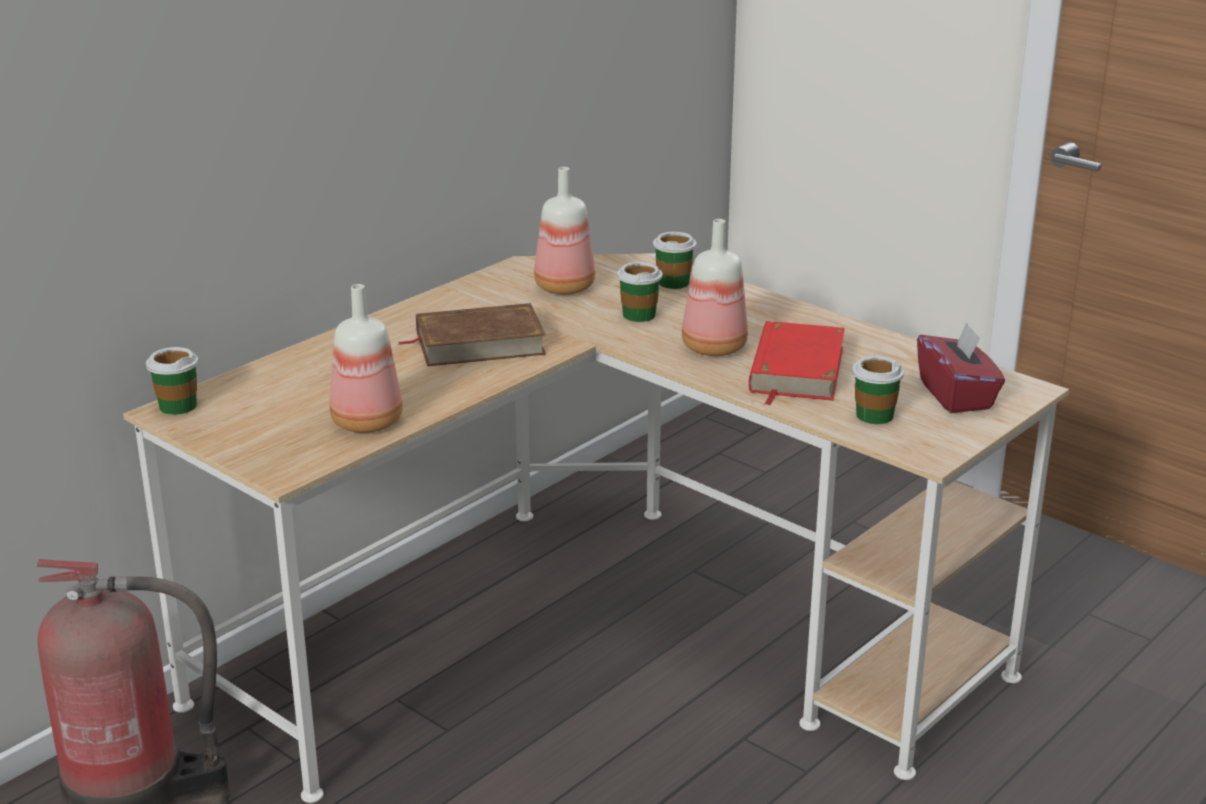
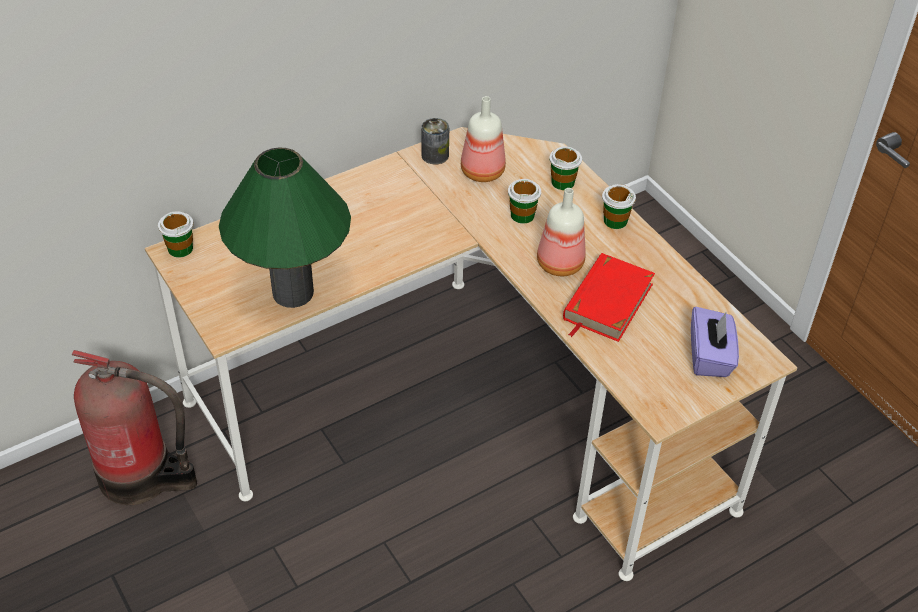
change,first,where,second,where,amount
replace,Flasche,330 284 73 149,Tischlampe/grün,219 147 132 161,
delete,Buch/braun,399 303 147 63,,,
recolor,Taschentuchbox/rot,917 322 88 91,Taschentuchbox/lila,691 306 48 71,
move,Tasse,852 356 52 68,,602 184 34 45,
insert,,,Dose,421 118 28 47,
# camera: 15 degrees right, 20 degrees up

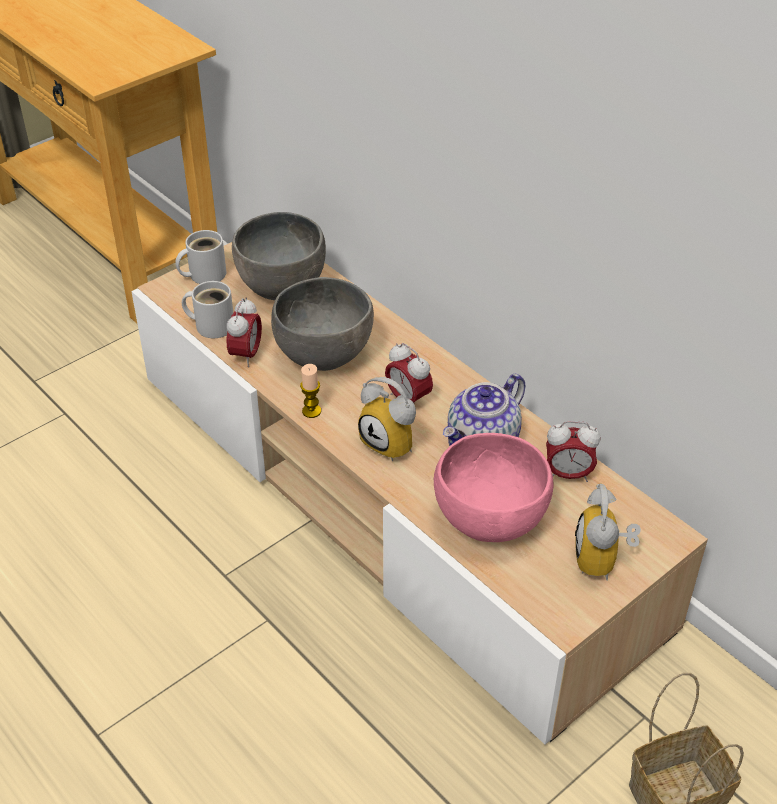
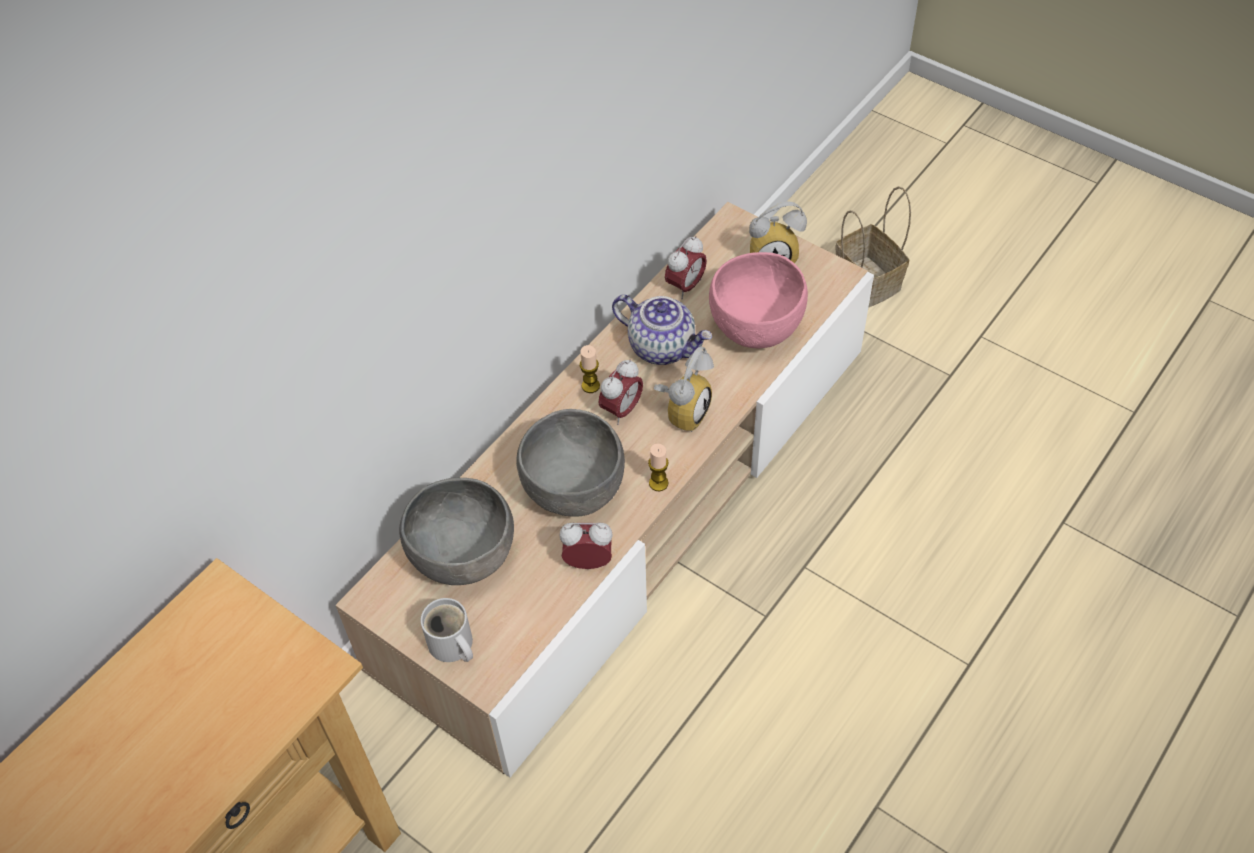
change,first,where,second,where,amount
delete,Henkelbecher/weiß,182 281 51 57,,,
rotate,Wecker,546 421 54 61,,665 236 42 63,45 degrees clockwise
insert,,,Kerze,580 345 20 48,
# camera: 100 degrees left, 10 degrees up

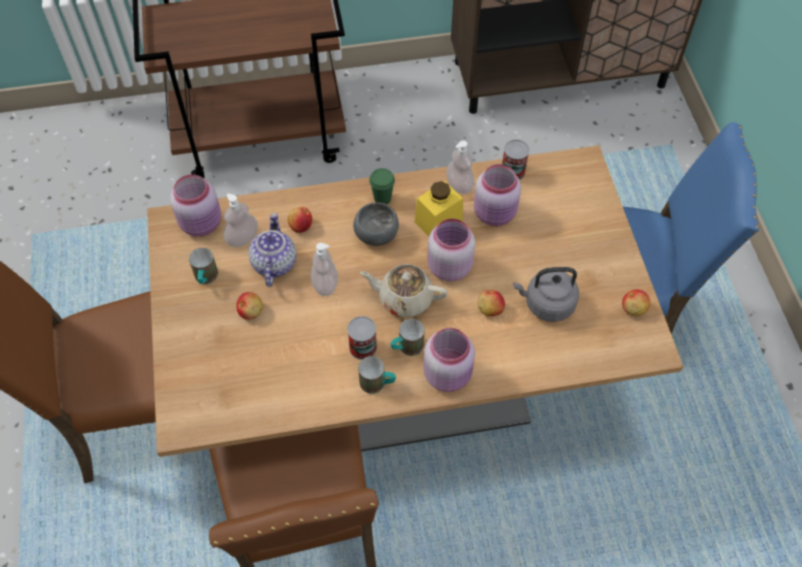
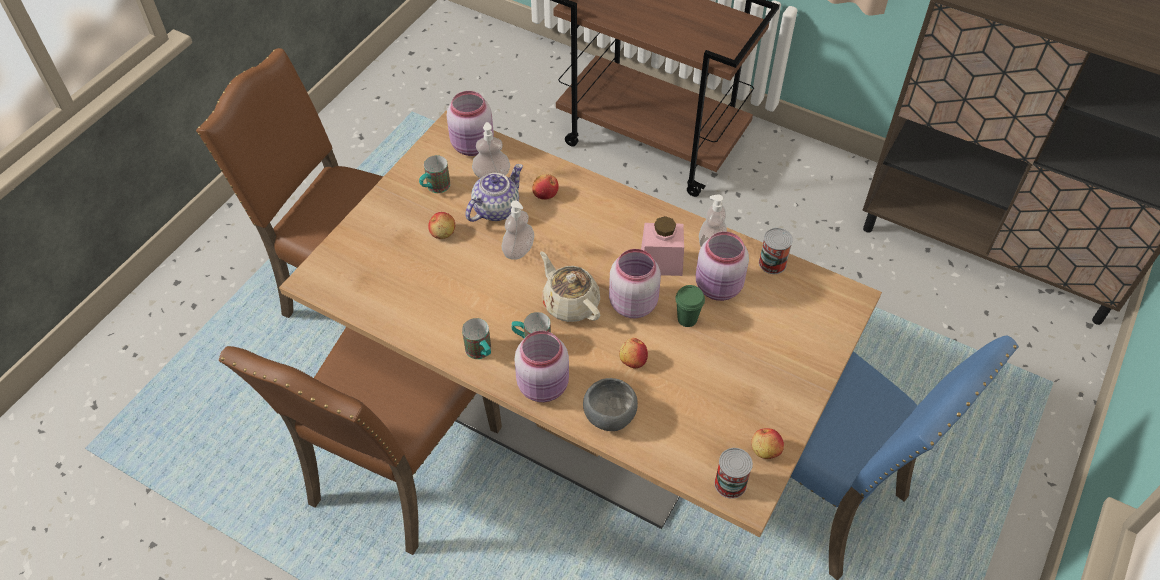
change,first,where,second,where,amount
move,Tasse/grün,369 168 26 36,,675 285 30 42,
recolor,Vorratsglas/gelb,415 181 48 55,Vorratsglas/rosa,641 216 43 60,
move,Schüssel/grau,353 202 46 44,,583 378 55 53,
delete,Wasserkessel/grau,513 267 66 55,,,
move,Dose,347 316 30 44,,714 448 39 51,
# camera: 40 degrees right, 5 degrees down

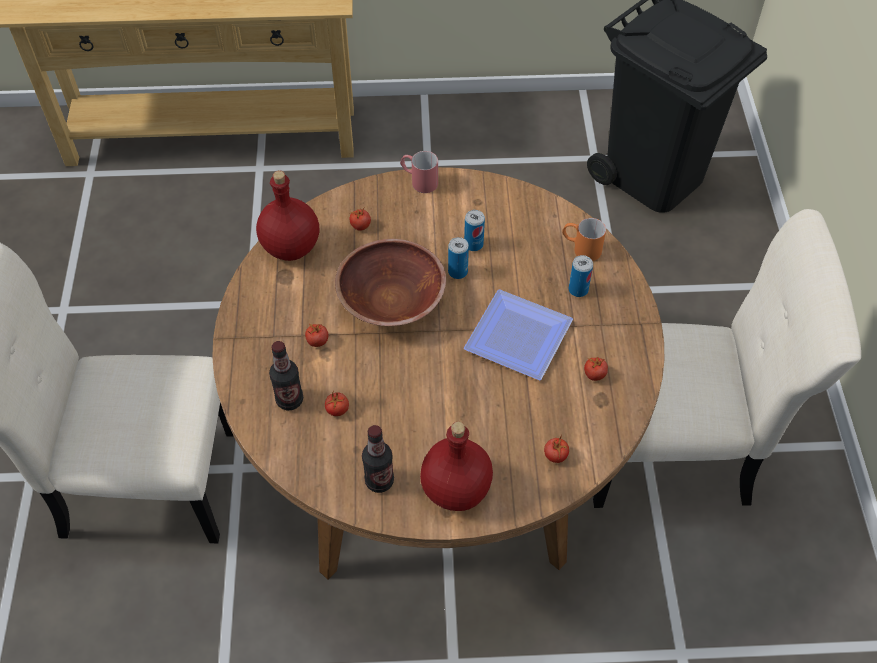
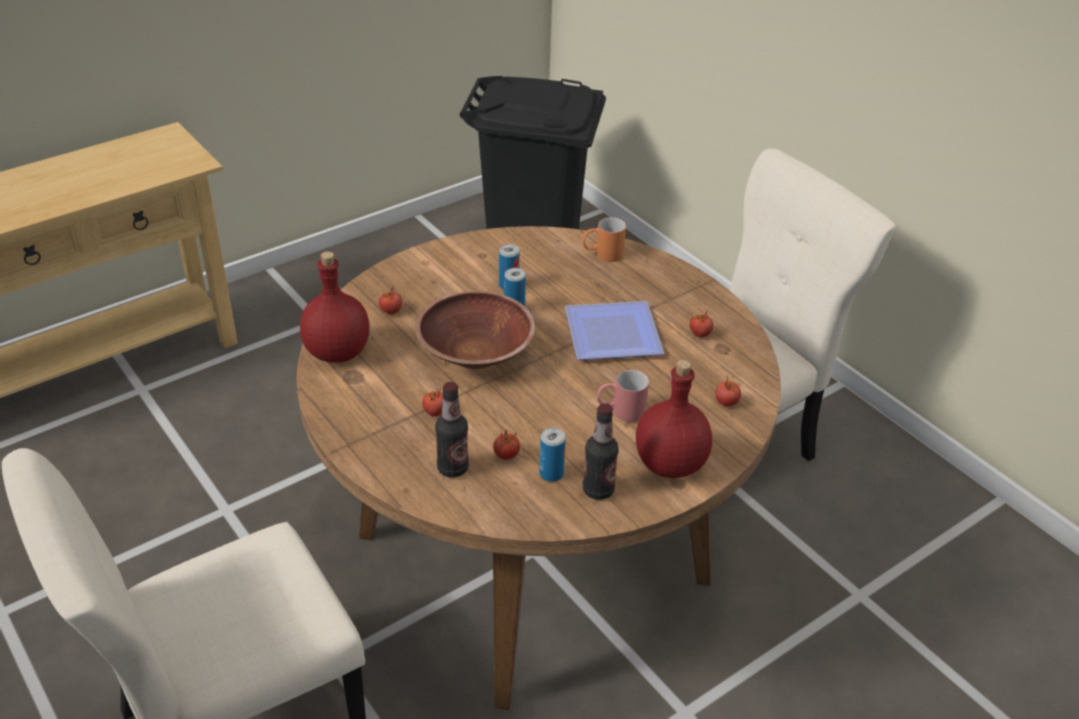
change,first,where,second,where,amount
move,Henkelbecher/rot,400 151 38 42,,597 370 52 52,
move,Dose,569 255 24 42,,539 428 27 54,
# camera: 35 degrees left, 15 degrees down

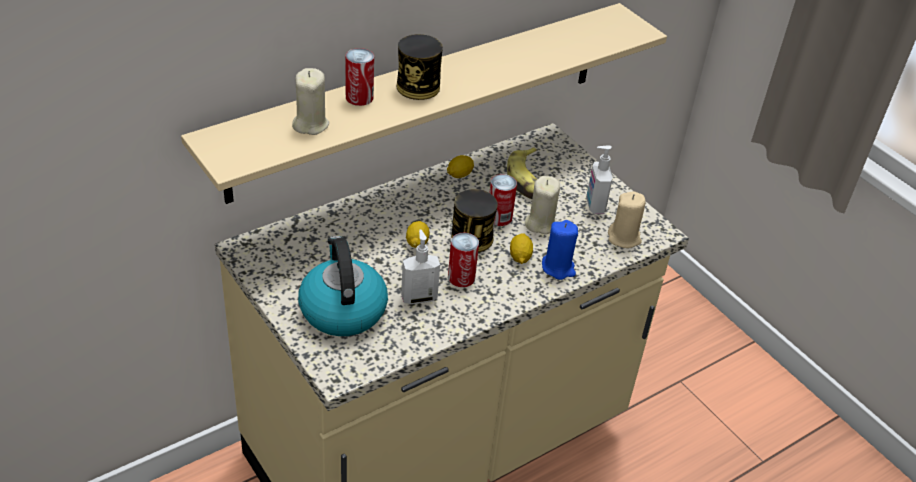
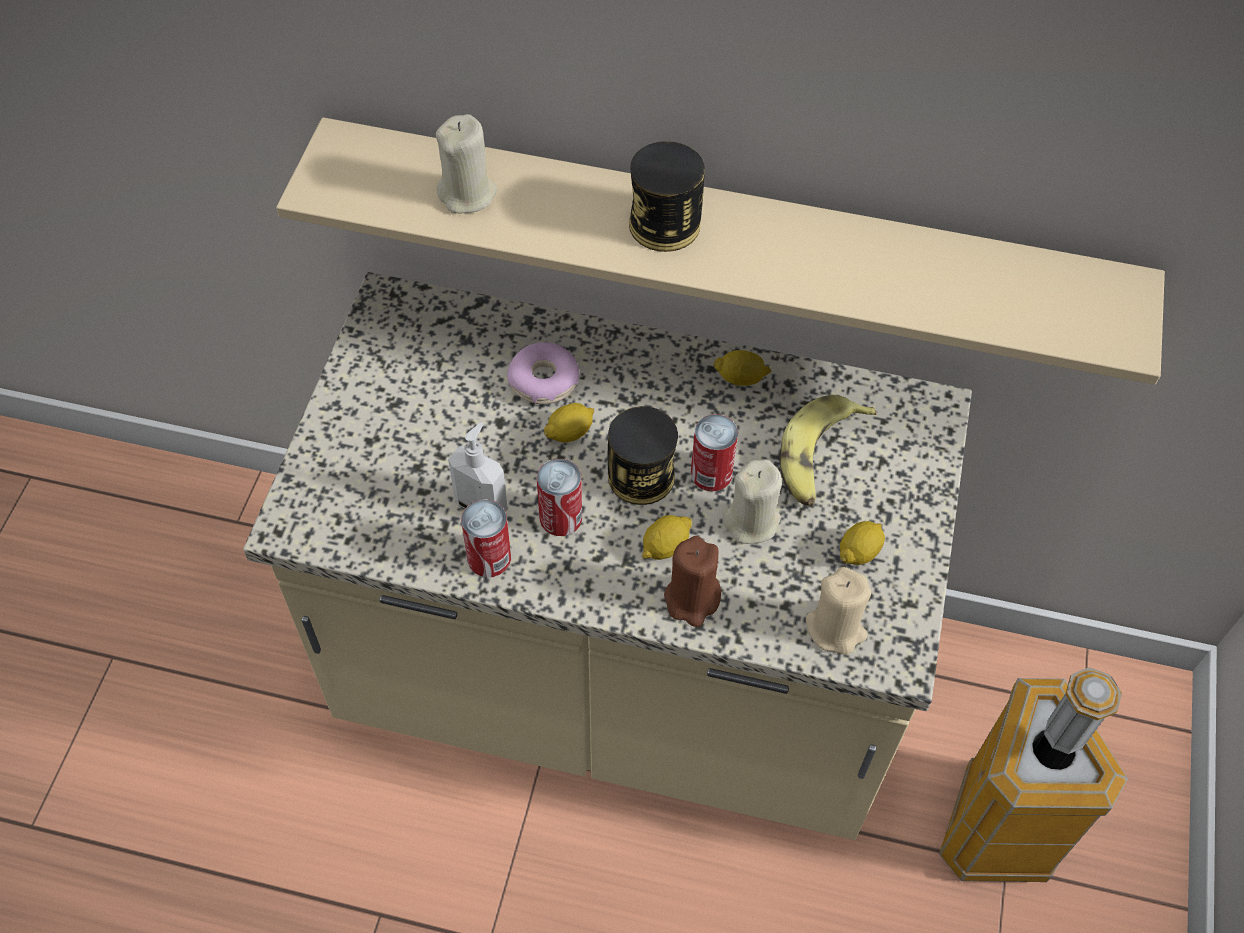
change,first,where,second,where,amount
move,Dose,346 48 28 58,,461 499 50 78,
replace,Seifenspender,586 145 27 69,Zitrone,840 521 45 44,
recolor,Kerze/blau,542 220 36 60,Kerze/braun,664 536 57 91,
delete,Wasserkessel,298 236 90 100,,,
insert,,,Donut,507 342 72 62,
insert,,,Mülleimer,939 667 189 215,
# camera: 50 degrees right, 15 degrees up

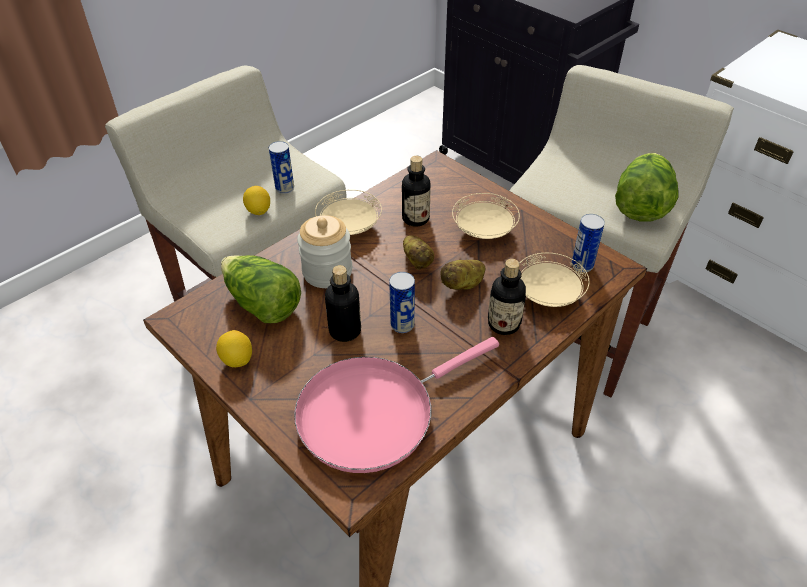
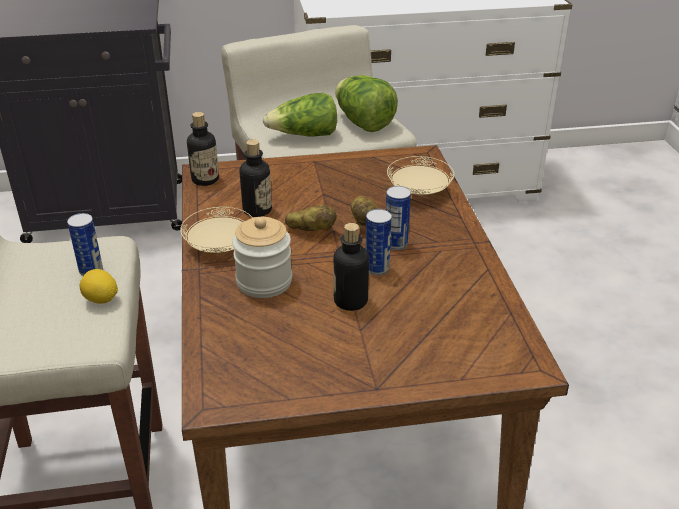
change,first,where,second,where,amount
delete,Teller/beige,452 193 68 46,,,
move,Dose,571 214 34 59,,386 186 25 64,
move,Salatkopf,221 255 80 68,,263 93 74 43,
move,Flasche,488 259 38 76,,187 112 32 74,
delete,Zitrone,216 330 36 37,,,
delete,Pfanne/rosa,294 337 205 136,,,
# camera: 55 degrees left, 10 degrees down

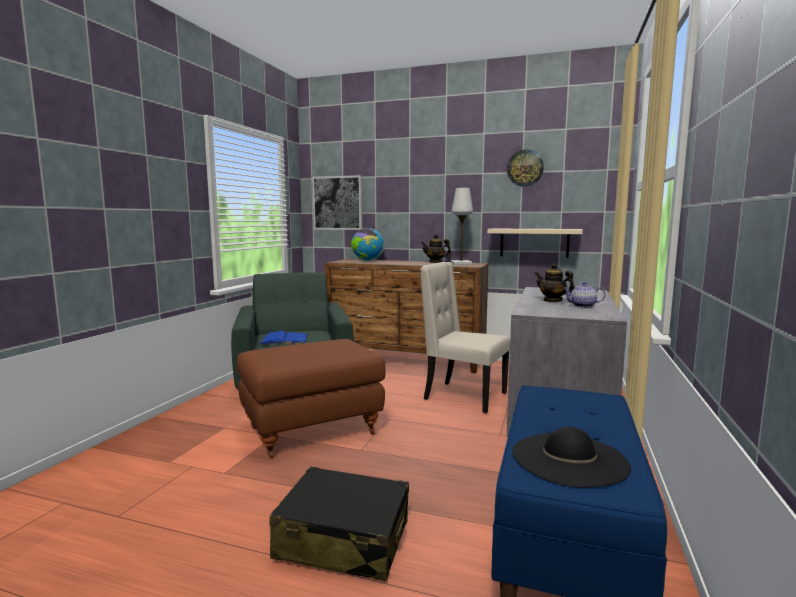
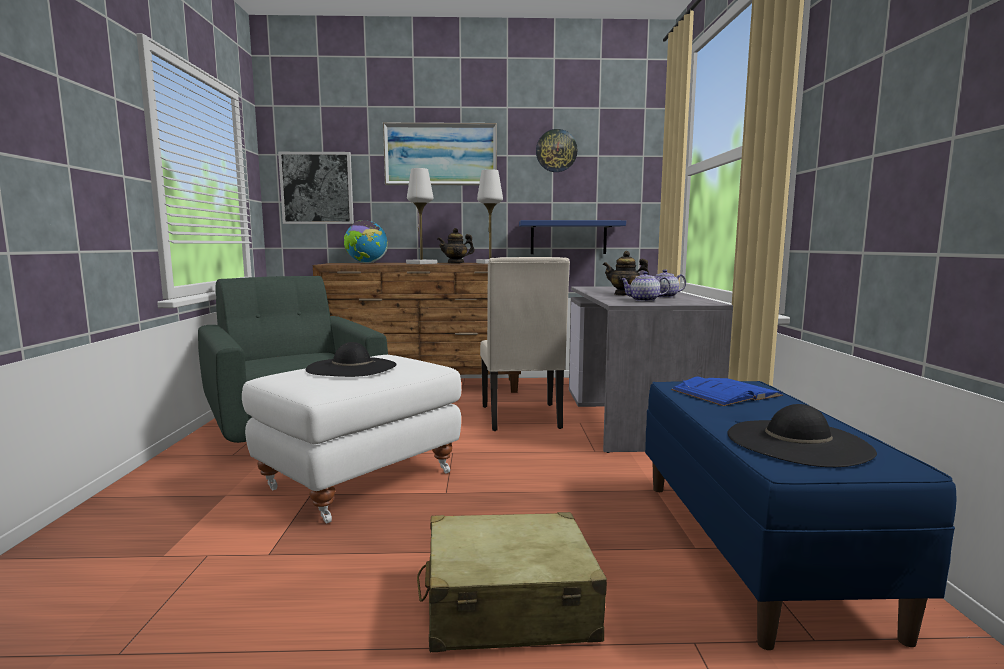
change,first,where,second,where,amount
recolor,Wandregal/beige,487 229 96 29,Wandregal/blau,519 220 107 34,
rotate,Stuhl/beige,420 262 90 151,,480 257 90 174,105 degrees counterclockwise
move,Buch/blau,259 331 49 14,,671 377 112 29,
recolor,Polsterhocker/braun,237 339 149 120,Polsterhocker/weiß,242 355 219 168,
recolor,Koffer/schwarz,270 466 139 115,Koffer/beige,417 512 190 140,
insert,,,Bild,383 122 114 63,
insert,,,Tischlampe/weiß,406 168 31 96,
insert,,,Teekanne,620 271 50 30,
insert,,,Hut/schwarz,306 342 91 35,
# camera: 20 degrees left, 0 degrees up

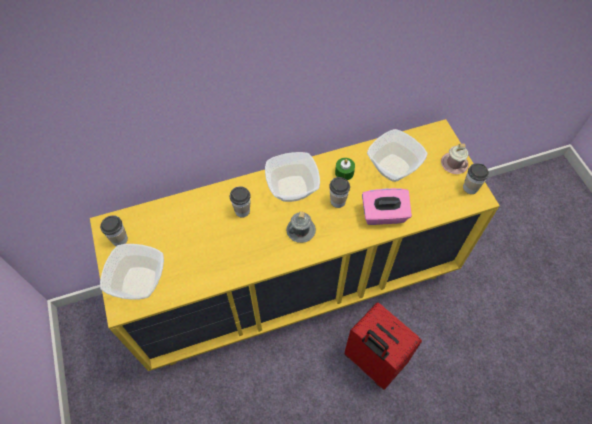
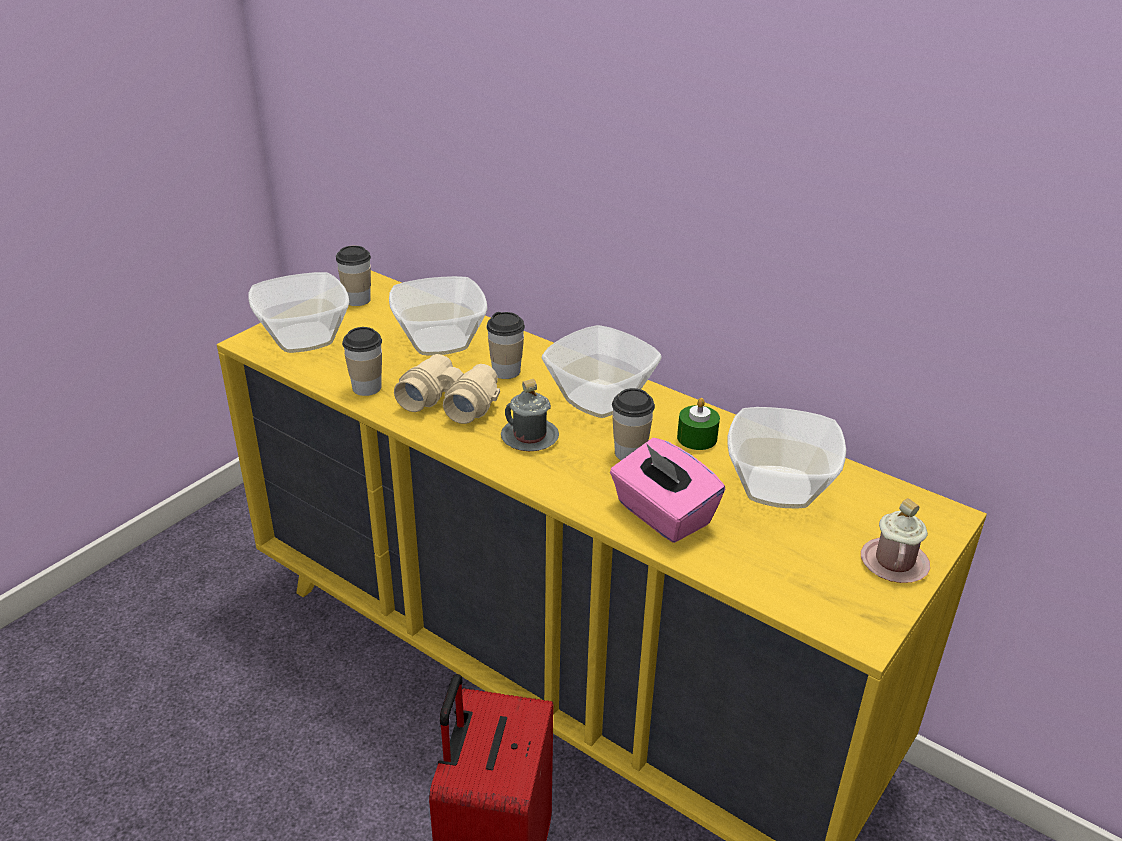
change,first,where,second,where,amount
move,Tasse,463 163 26 31,,342 327 40 69,
insert,,,Schüssel,389 276 98 79,
insert,,,Fernglas/beige,394 354 106 70,
# camera: 55 degrees right, 25 degrees down

